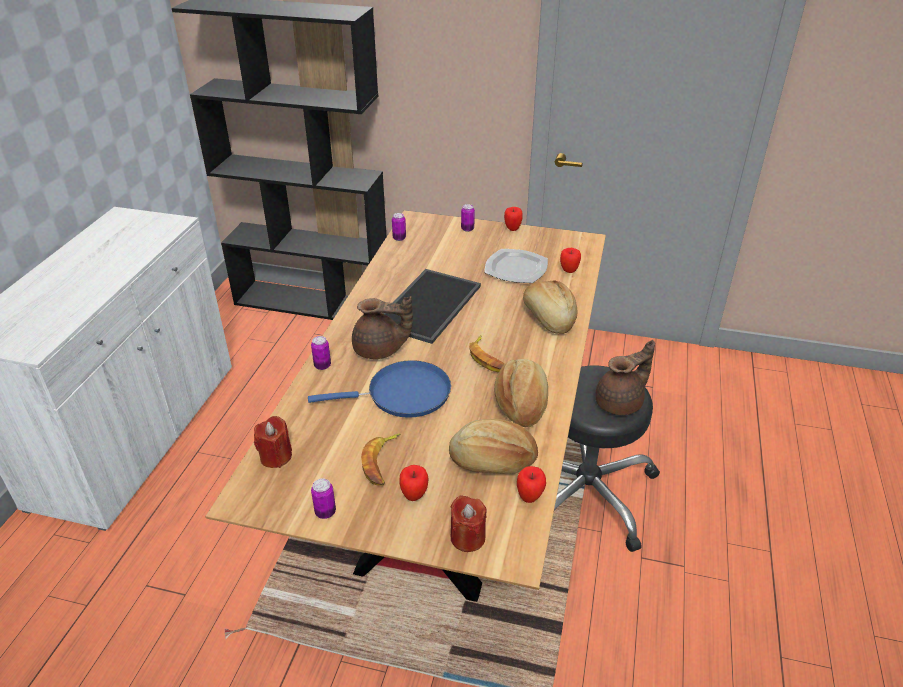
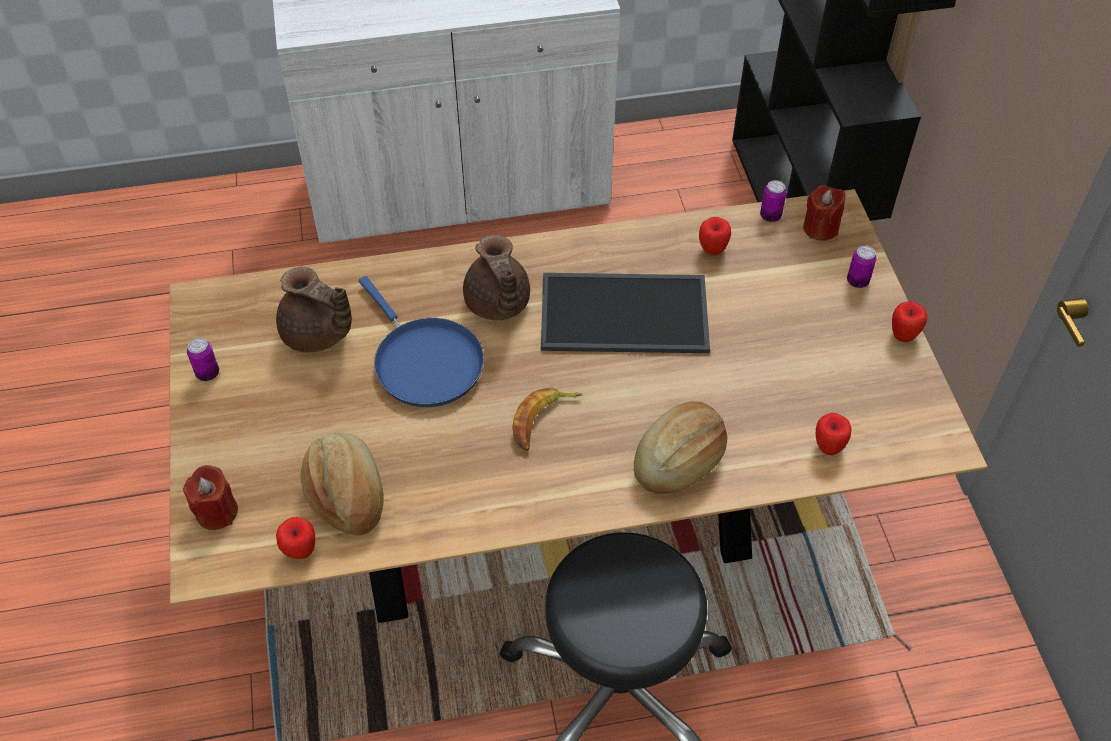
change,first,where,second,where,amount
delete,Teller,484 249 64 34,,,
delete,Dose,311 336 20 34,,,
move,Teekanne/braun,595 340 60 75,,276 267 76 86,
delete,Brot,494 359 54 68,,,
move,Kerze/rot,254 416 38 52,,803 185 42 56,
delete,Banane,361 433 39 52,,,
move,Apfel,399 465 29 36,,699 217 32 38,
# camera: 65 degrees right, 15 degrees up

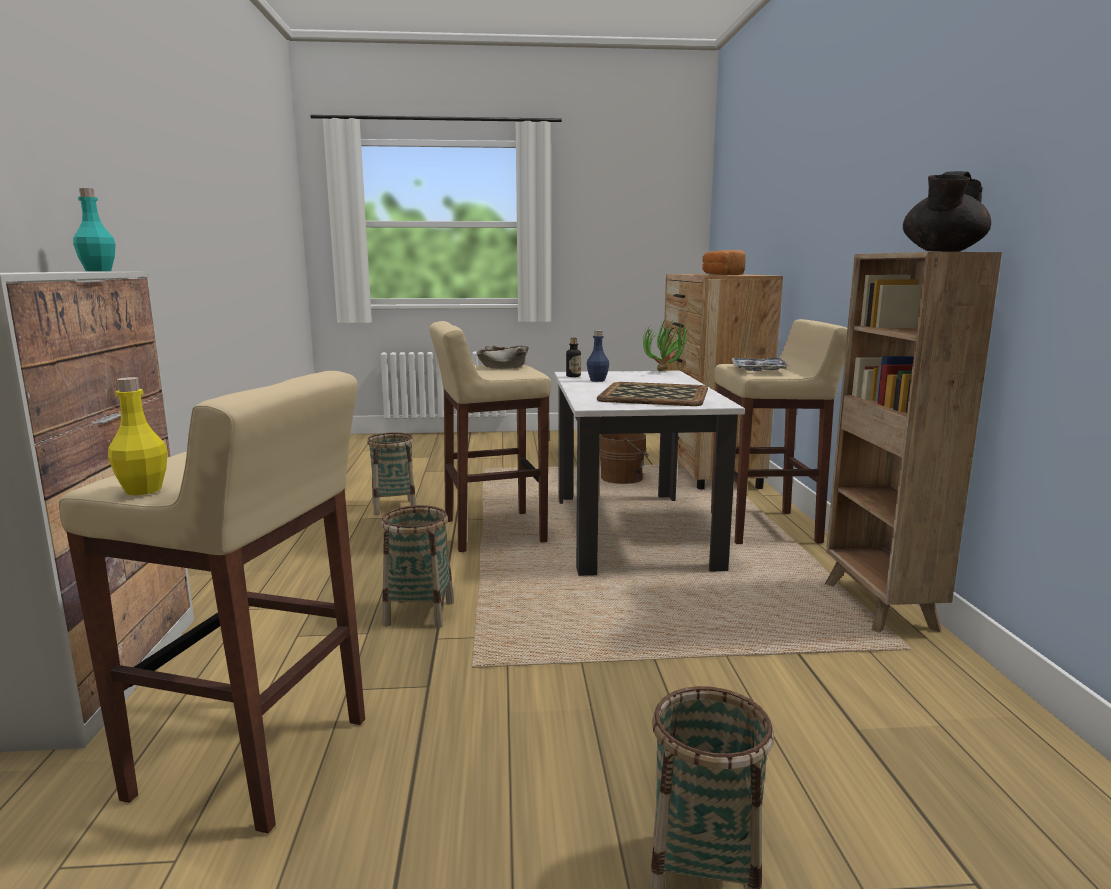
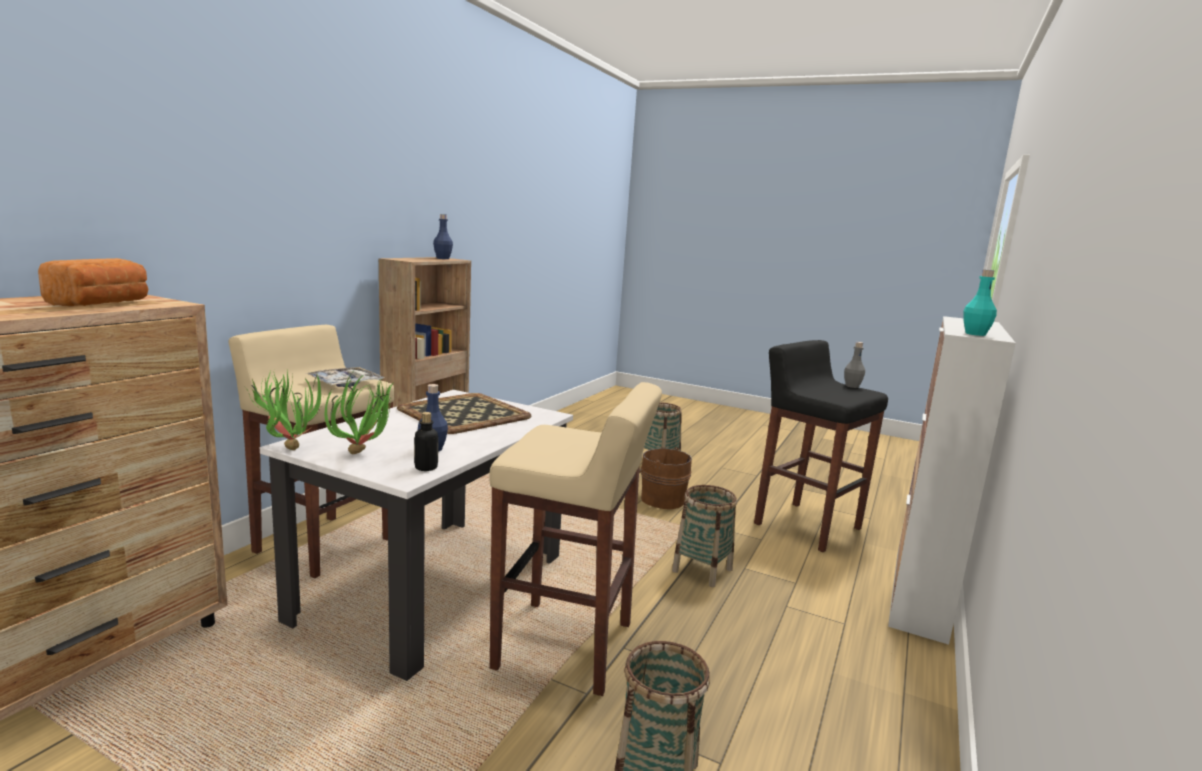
change,first,where,second,where,amount
replace,Teekanne/schwarz,903 171 88 81,Flasche/blau,433 214 20 45,
delete,Schüssel/beige,477 345 52 24,,,
recolor,Hocker/beige,59 371 306 462,Hocker/schwarz,754 340 134 212,
recolor,Flasche/gelb,108 377 60 118,Flasche/grau,844 342 21 46,
move,Eimer/braun,599 433 49 51,,639 447 53 62,
insert,,,Topfpflanze,325 370 67 85,
# camera: 150 degrees left, 0 degrees up

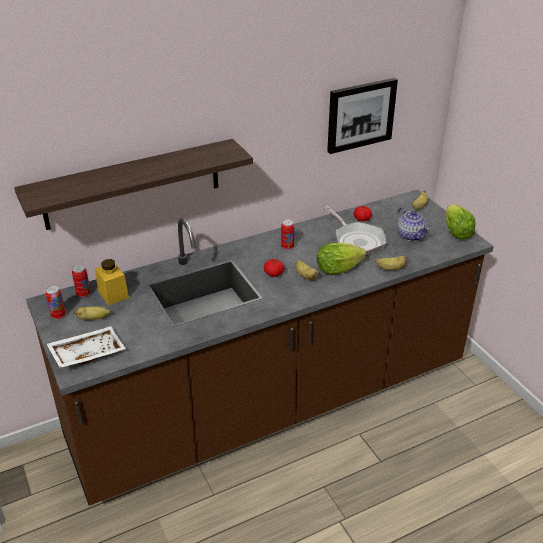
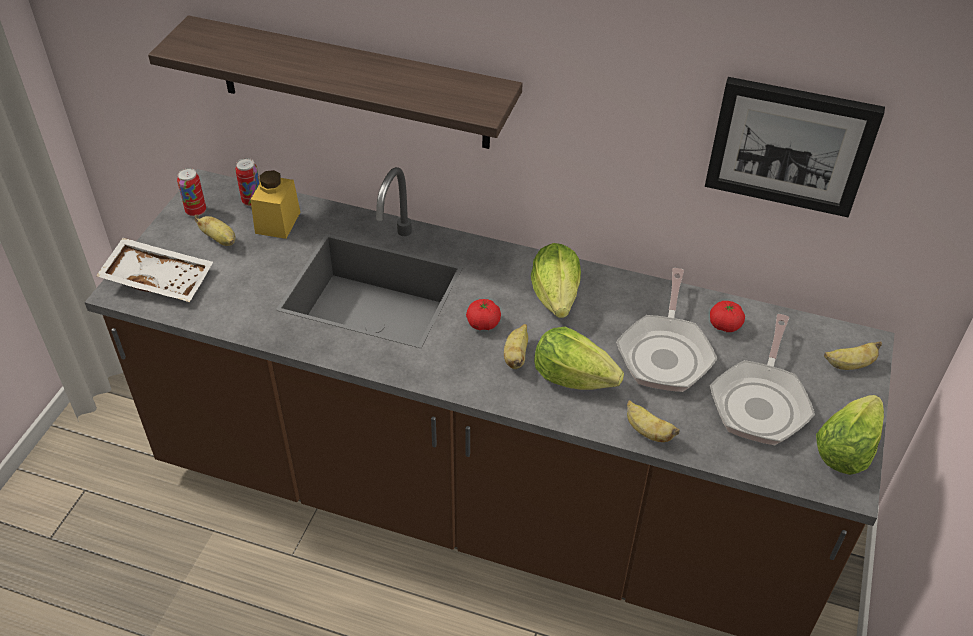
change,first,where,second,where,amount
replace,Teekanne,397 207 33 34,Pfanne,710 314 105 131,
replace,Dose,281 219 14 31,Salatkopf,531 243 50 75,
# camera: 45 degrees right, 10 degrees up

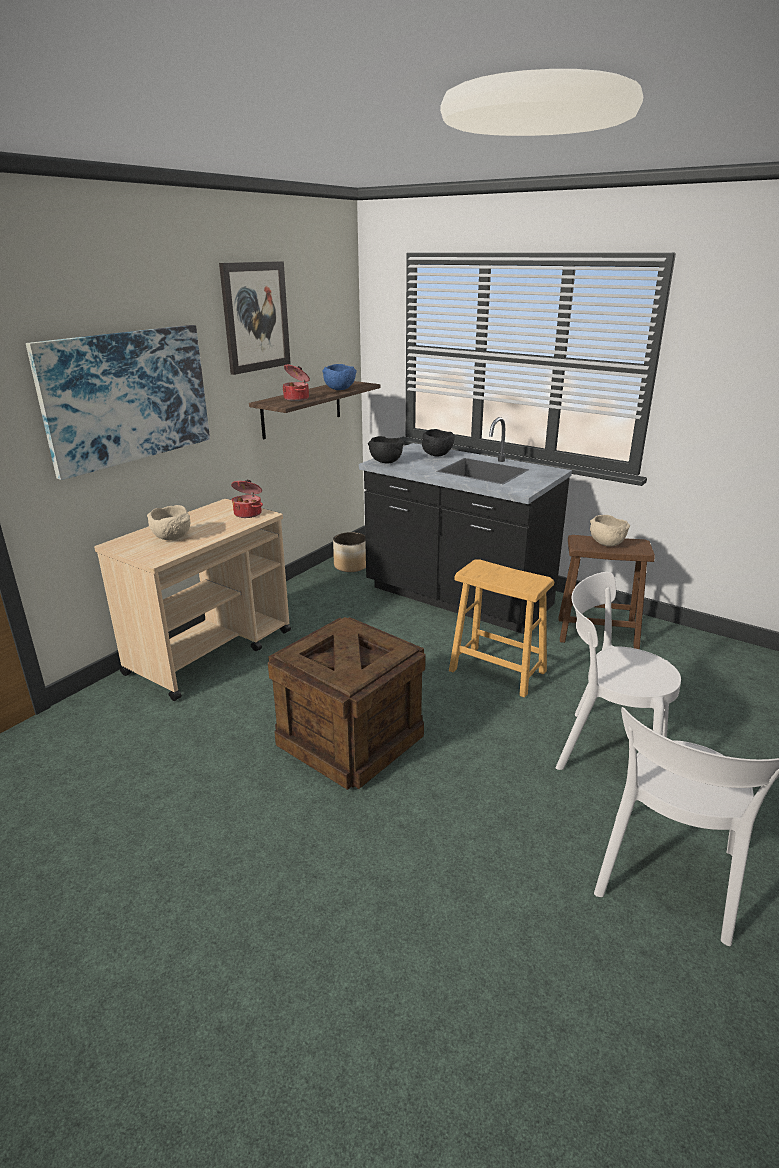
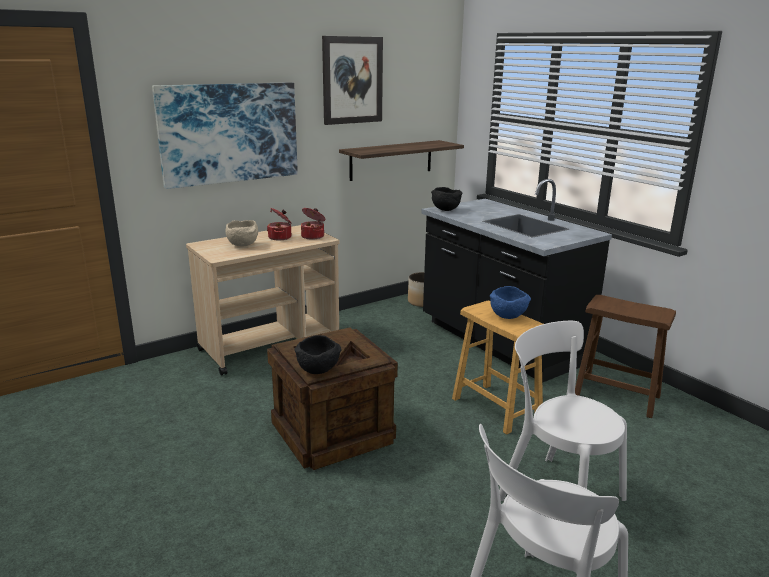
change,first,where,second,where,amount
move,Schüssel/blau,322 364 35 26,,490 286 41 33,
move,Kochtopf,282 365 28 36,,267 208 24 32,
move,Schüssel/schwarz,422 429 33 28,,294 335 48 39,
delete,Schüssel/beige,590 515 40 32,,,
# camera: 20 degrees right, 5 degrees down

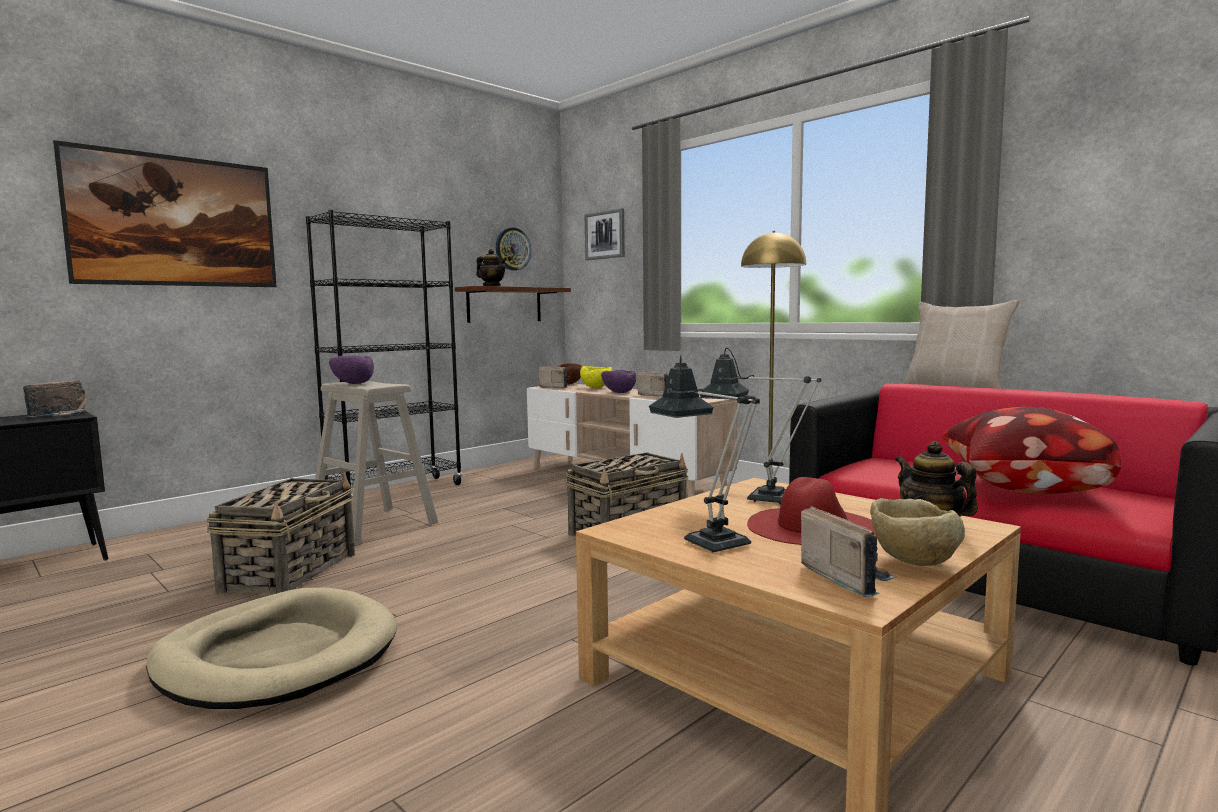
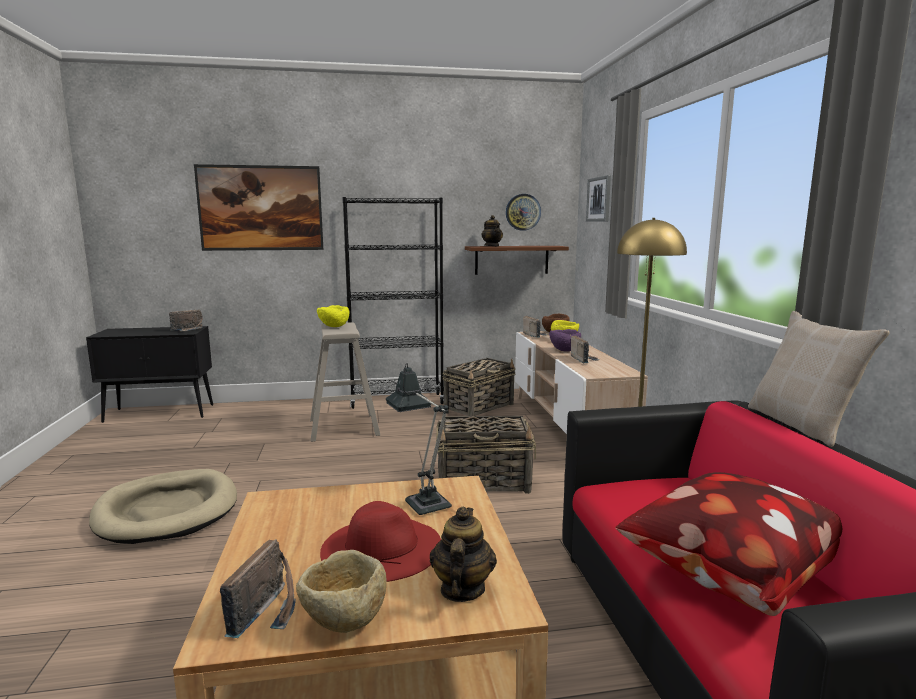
change,first,where,second,where,amount
recolor,Schüssel/lila,329 355 45 29,Schüssel/gelb,317 305 32 22,
delete,Tischlampe,649 355 111 197,,,
move,Korb,207 472 148 122,,442 358 74 58,
# camera: 35 degrees right, 5 degrees up

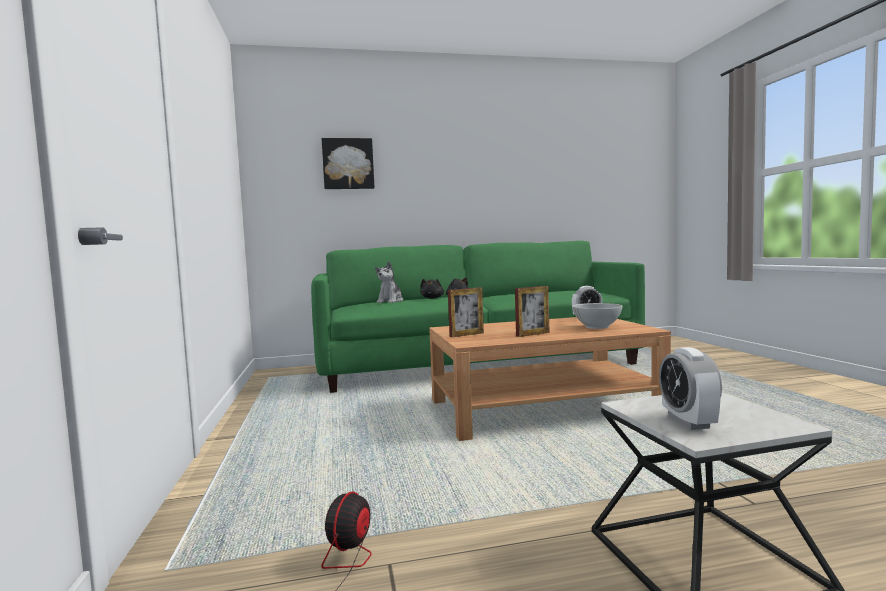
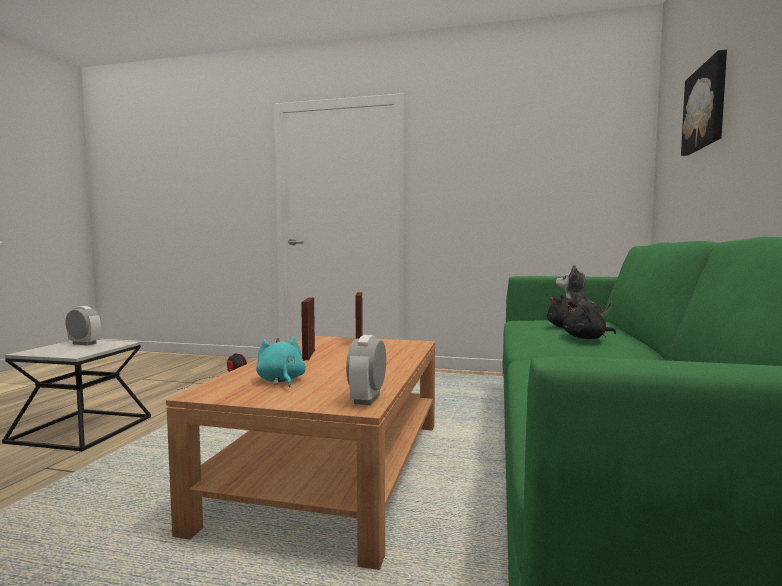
change,first,where,second,where,amount
replace,Schüssel/weiß,572 303 51 26,Plüschtier/türkis,256 337 50 50,
# camera: 115 degrees right, 0 degrees up

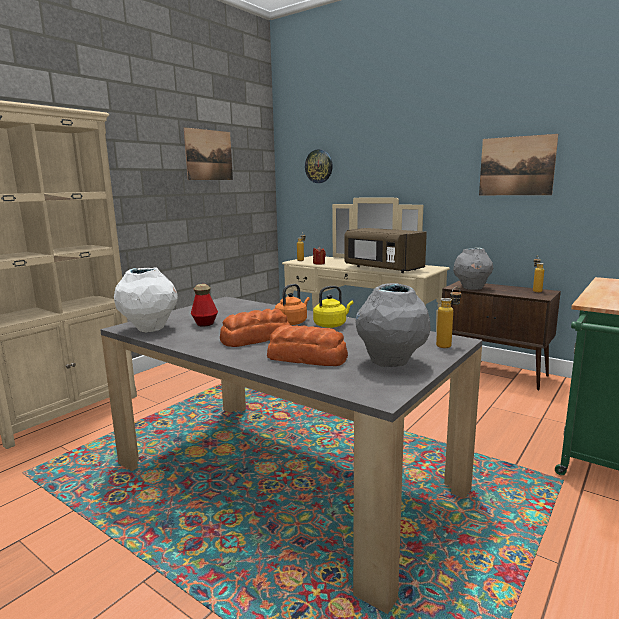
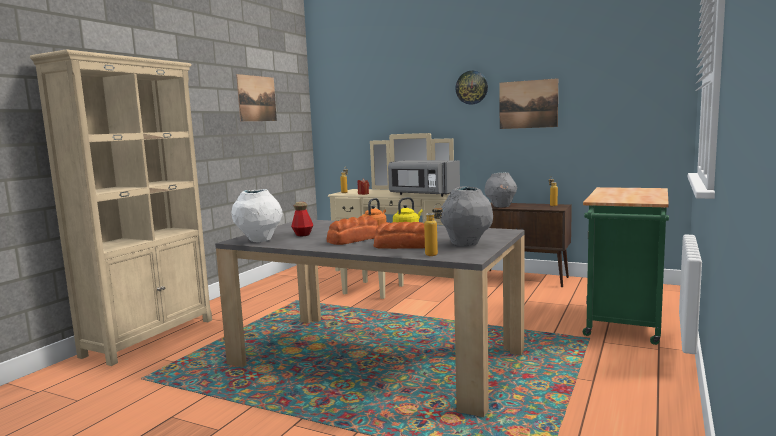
change,first,where,second,where,amount
move,Wanduhr,305 149 28 34,,455 71 33 34,
recolor,Mikrowelle/braun,345 228 82 45,Mikrowelle/grau,388 160 72 37,
move,Flasche,436 286 25 62,,424 203 19 53,
# camera: 10 degrees left, 5 degrees down

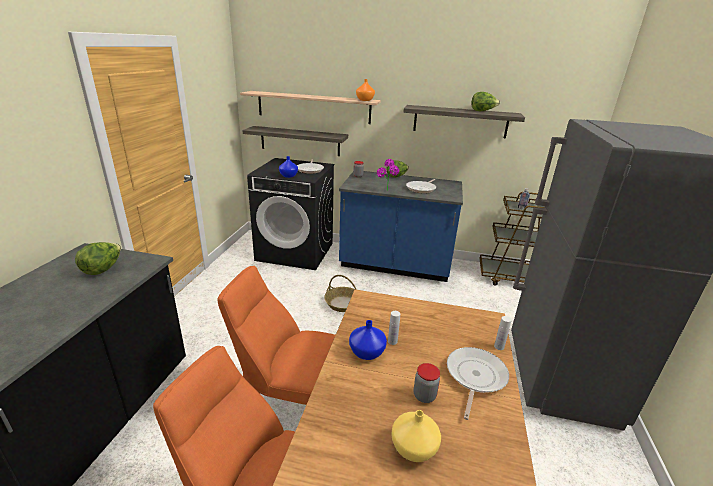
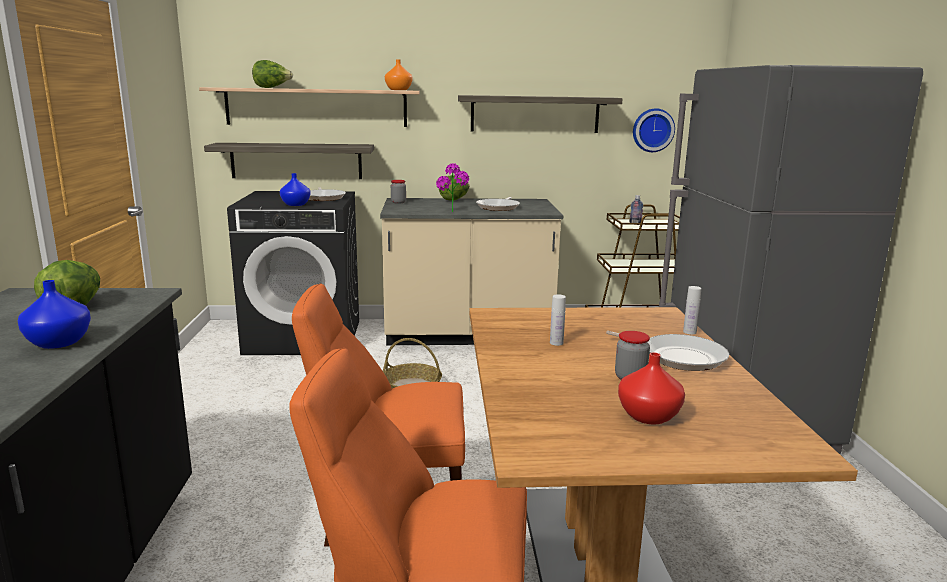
change,first,where,second,where,amount
move,Salatkopf,471 92 29 19,,252 60 41 28,
recolor,Küchenzeile/blau,339 171 124 111,Küchenzeile/beige,380 198 183 147,
move,Vase/blau,349 320 38 40,,18 280 73 69,
rotate,Pfanne,447 347 62 73,,606 331 123 40,120 degrees clockwise
recolor,Vase/gelb,391 410 50 52,Vase/rot,618 352 67 72,
insert,,,Wanduhr,633 108 42 44,
# camera: 15 degrees left, 10 degrees down

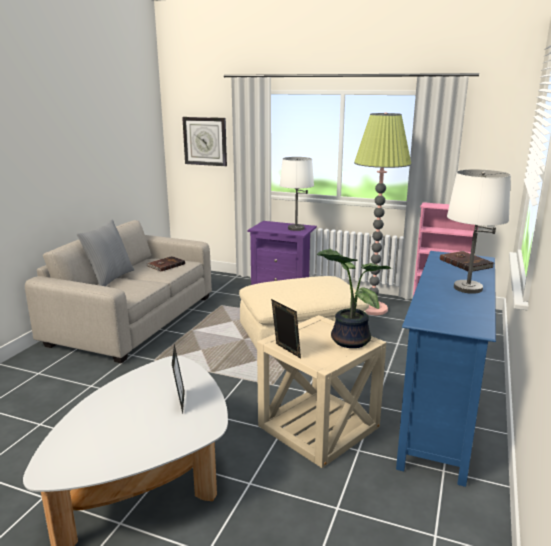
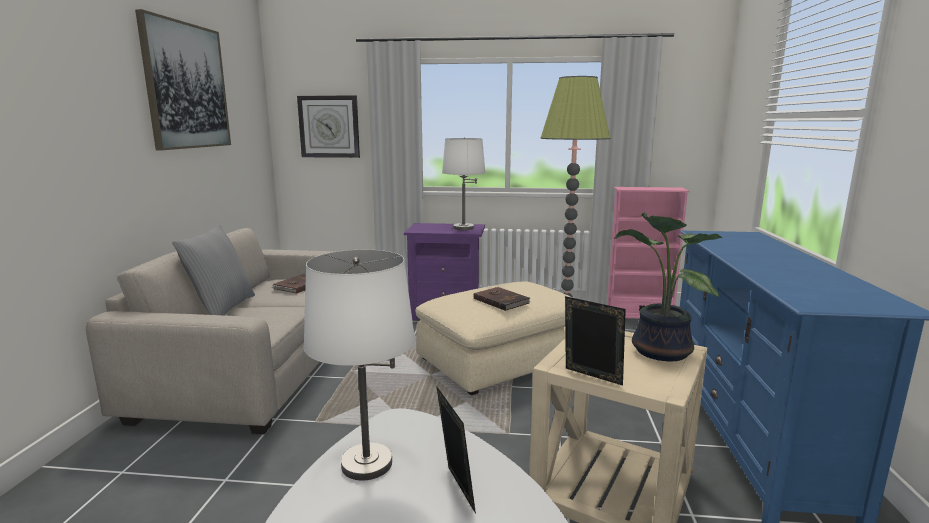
change,first,where,second,where,amount
move,Tischlampe/weiß,447 169 64 125,,303 250 112 231,
move,Buch/braun,440 251 54 21,,474 287 56 24,
insert,,,Bild,135 9 96 141,
# camera: 15 degrees left, 5 degrees down

